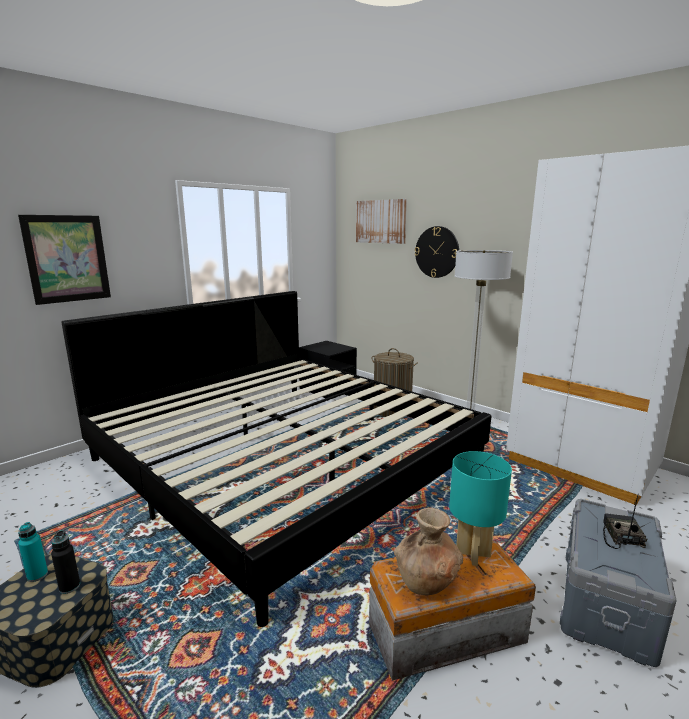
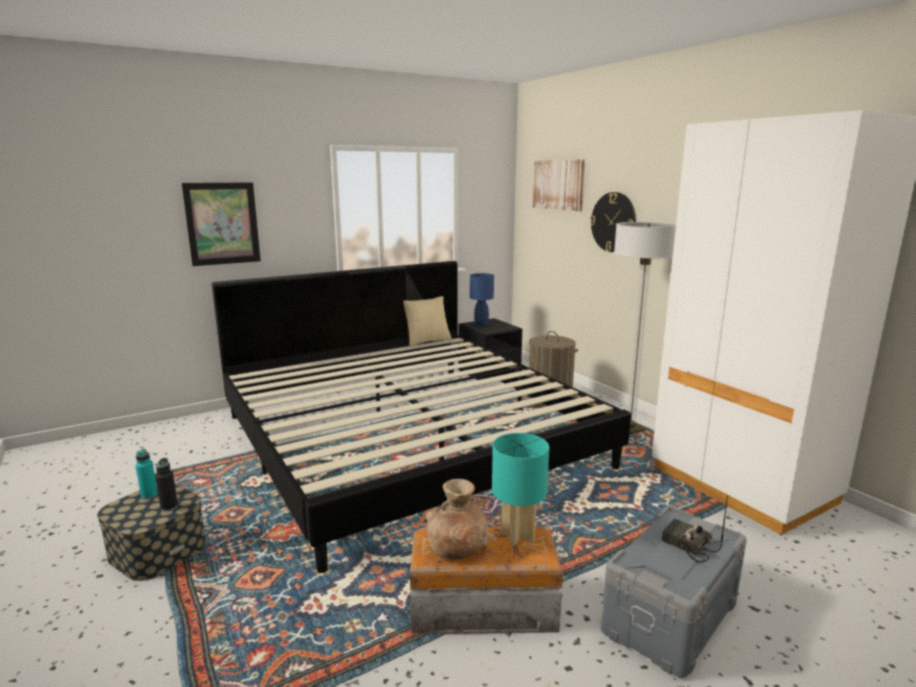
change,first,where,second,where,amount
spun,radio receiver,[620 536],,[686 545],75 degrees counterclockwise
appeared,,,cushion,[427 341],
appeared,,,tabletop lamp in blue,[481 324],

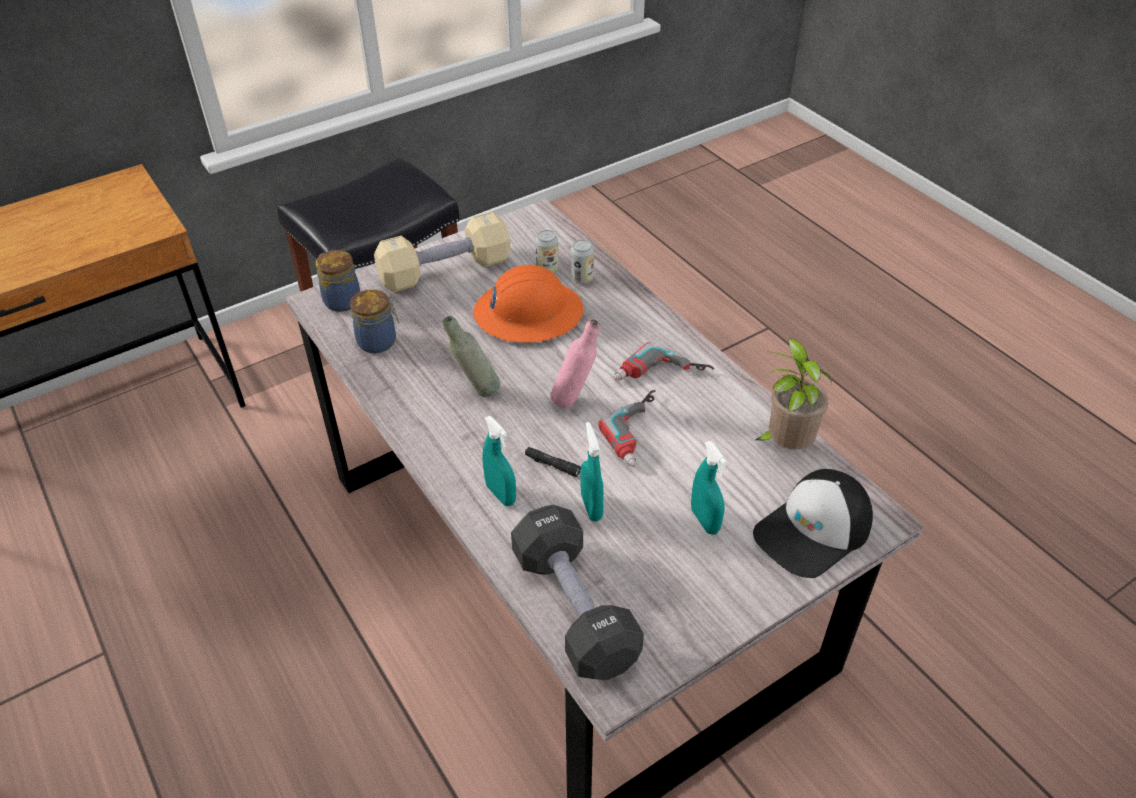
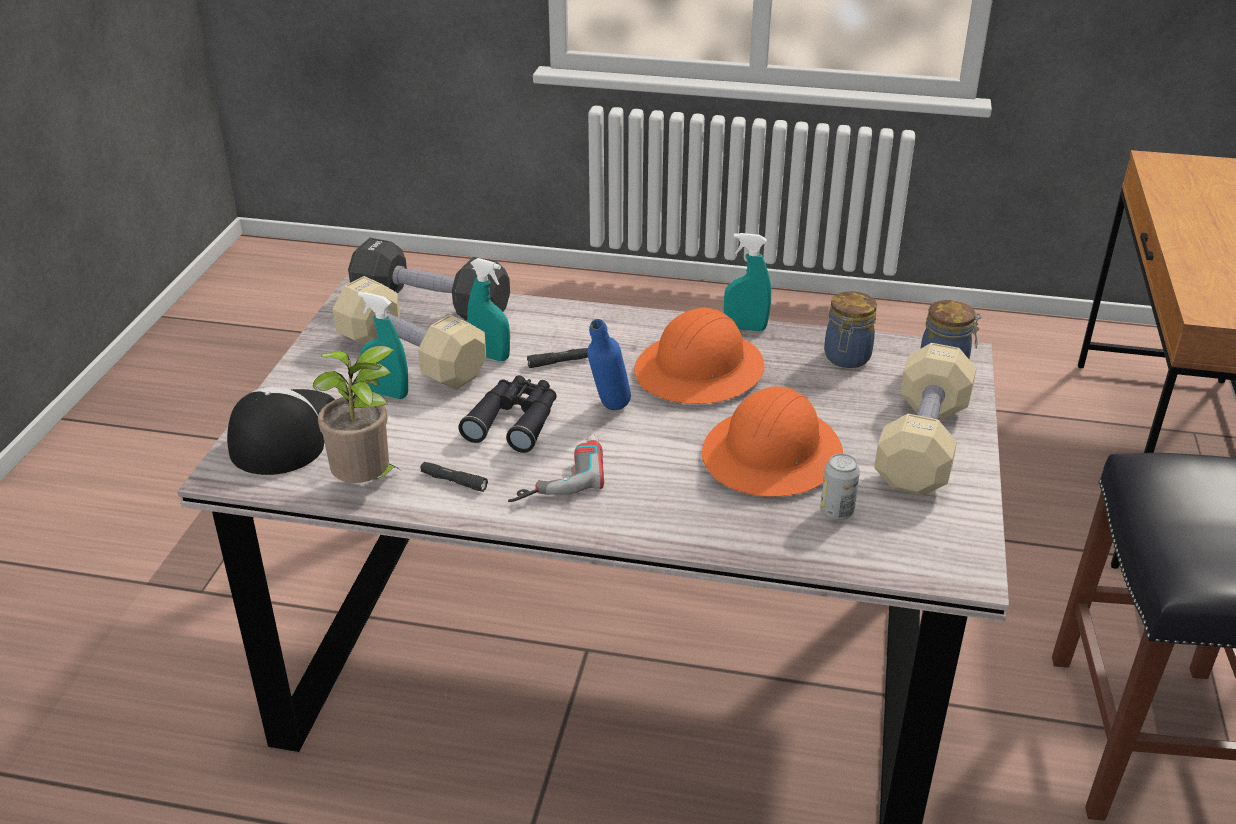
change,first,where,second,where,amount
exchanged,bottle in gray,[476 392],hard hat in orange-coloured,[700 371],
relocated,sprayer in turquoise,[501 494],,[745 328],
colour,bottle in pinkish,[574 400],bottle in blue,[609 412],
missing,sealed can,[582 278],,,
exchanged,power drill,[641 433],pair of binoculars in black-coloured,[515 421],
appeared,,,free weight in beige-coloured,[411 358],
appeared,,,hand torch in black-coloured,[453 481],

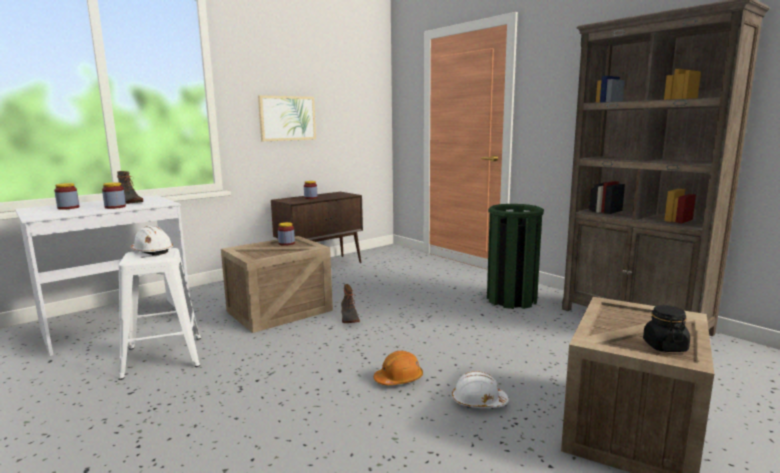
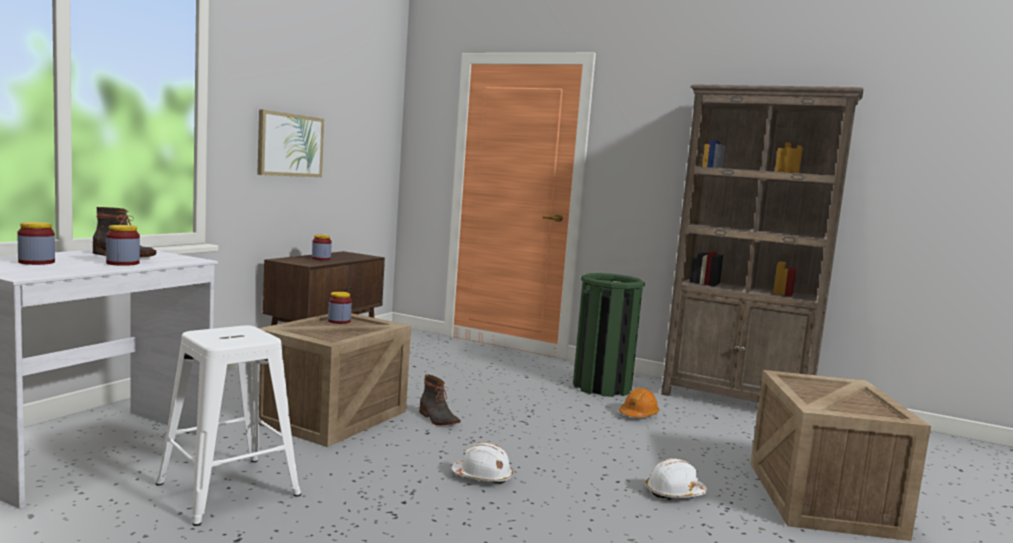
change,first,where,second,where,amount
relocated,hard hat in white-coloured,[152 251],,[482 477],
relocated,hard hat in orange-coloured,[399 379],,[638 414],
missing,jar in black-coloured,[664 346],,,

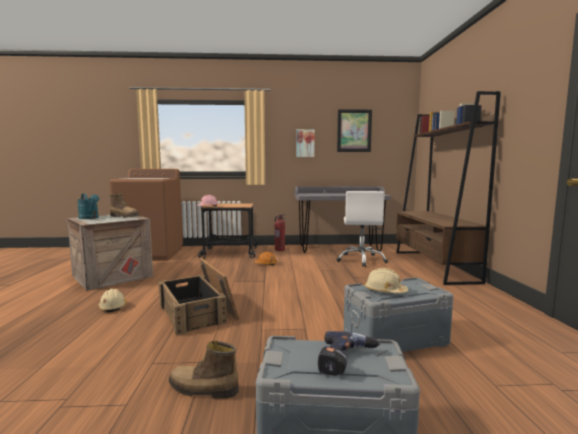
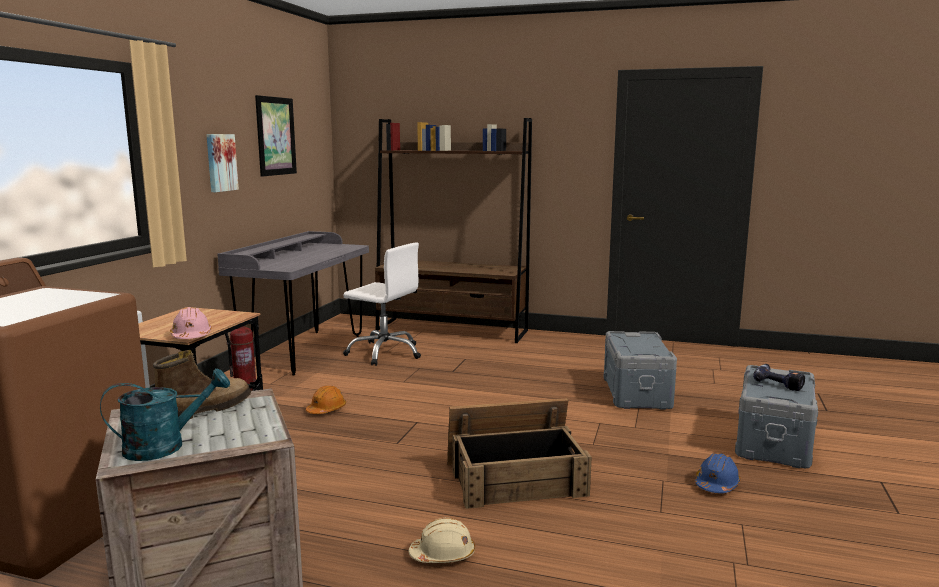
change,first,where,second,where,amount
exchanged,high-top boot,[202 389],hard hat in blue,[716 484],
missing,hard hat in beige-coloured,[385 291],,,

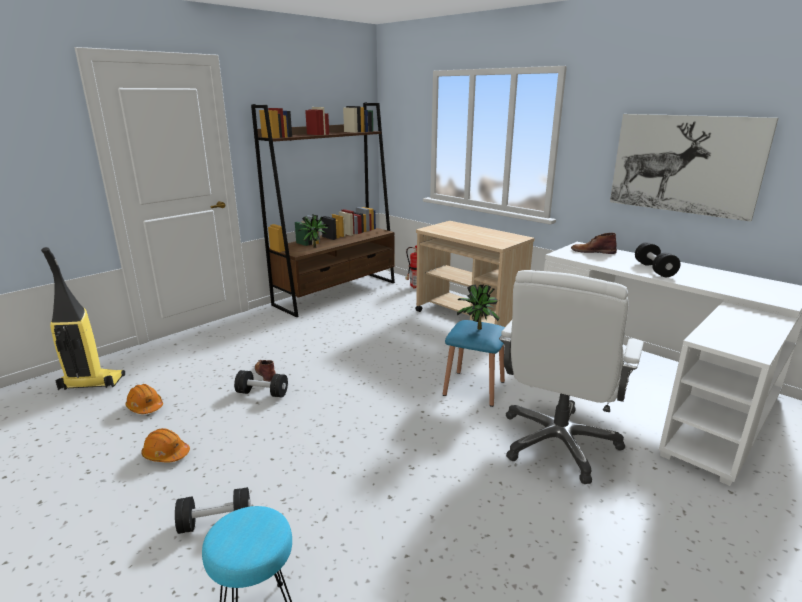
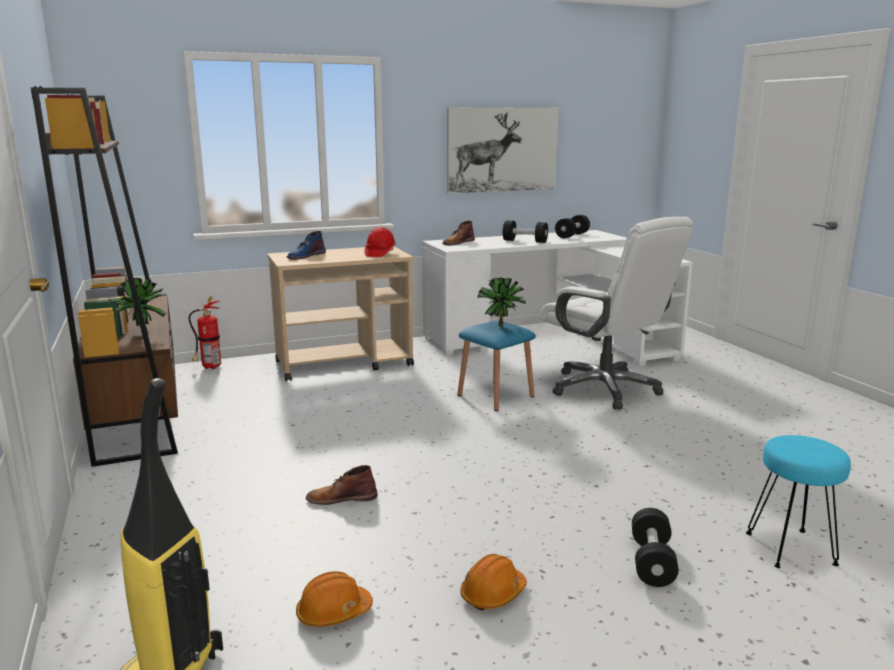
change,first,where,second,where,amount
relocated,free weight in black-coloured,[262 393],,[572 235],
appeared,,,high-top boot in blue,[305 256],
appeared,,,hard hat in red-coloured,[380 253],

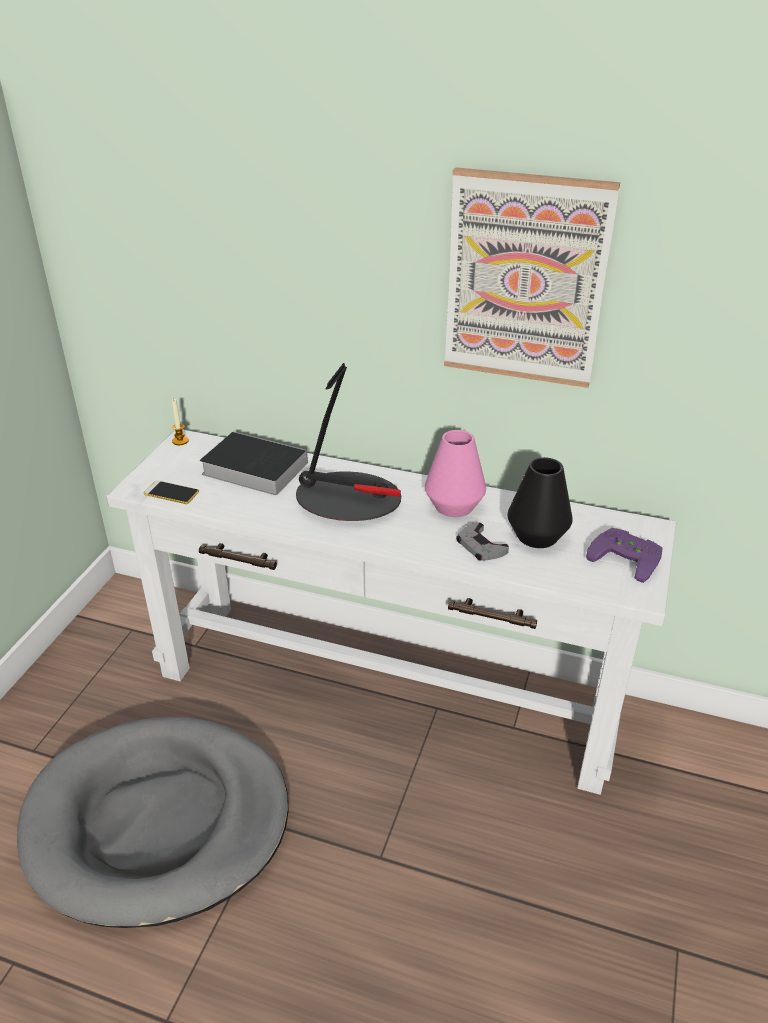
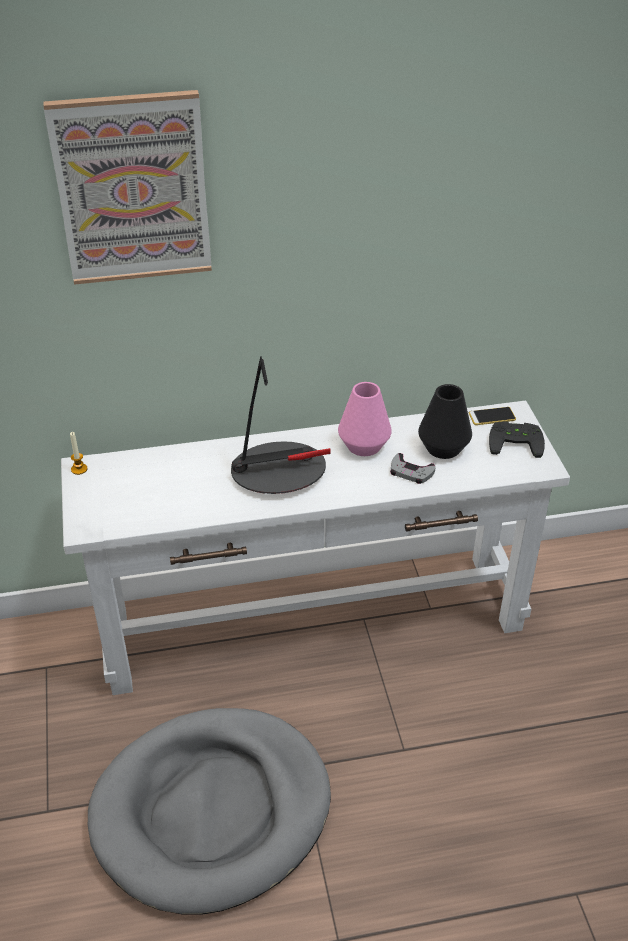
change,first,where,second,where,amount
relocated,handset,[171 493],,[492 416],
missing,bound book,[251 468],,,
relocated,wall picture,[525 280],,[132 189],
colour,joypad in purplish,[627 556],joypad in black-coloured,[515 441],

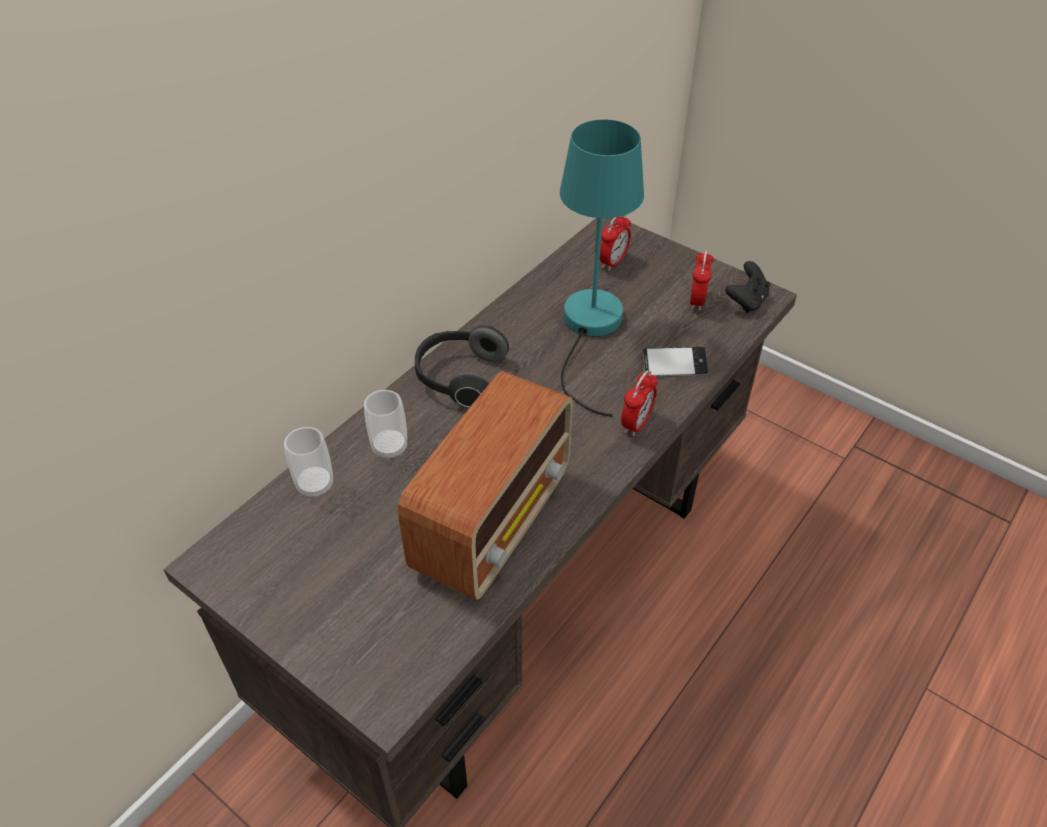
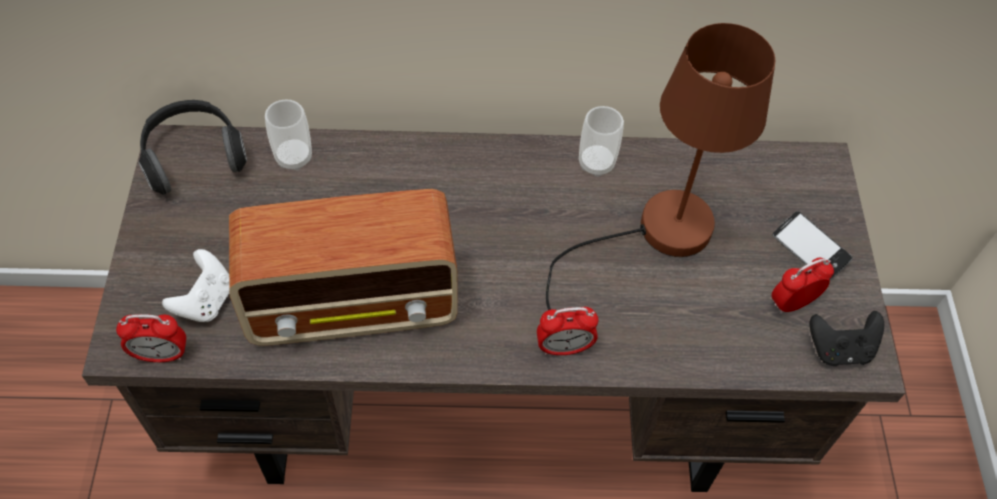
change,first,where,second,where,amount
relocated,cup,[389 447],,[596 163],
relocated,headset,[459 378],,[193 157],
colour,tabletop lamp in turquoise,[590 330],tabletop lamp in brownish,[655 235],
relocated,alarm clock,[613 262],,[161 355],
relocated,handset,[674 366],,[809 250],
appeared,,,joypad in white-coloured,[206 301],

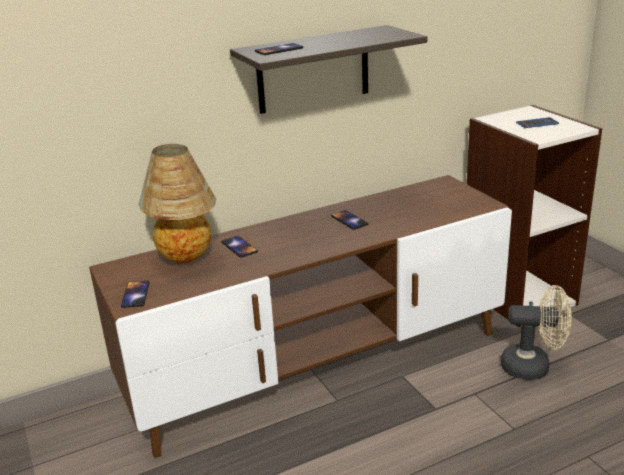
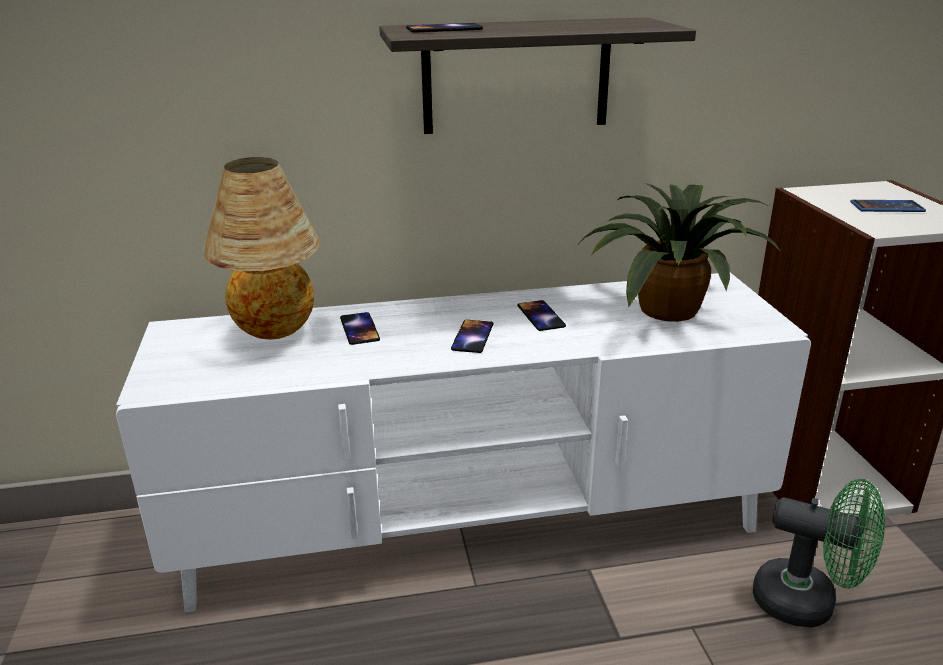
change,first,where,second,where,amount
colour,media console in brownish,[318 365],media console in white-coloured,[473 523],
relocated,handset,[135 294],,[472 337],
colour,fan in beige-coloured,[533 366],fan in green-coloured,[807 603],
appeared,,,houseplant,[669 312],

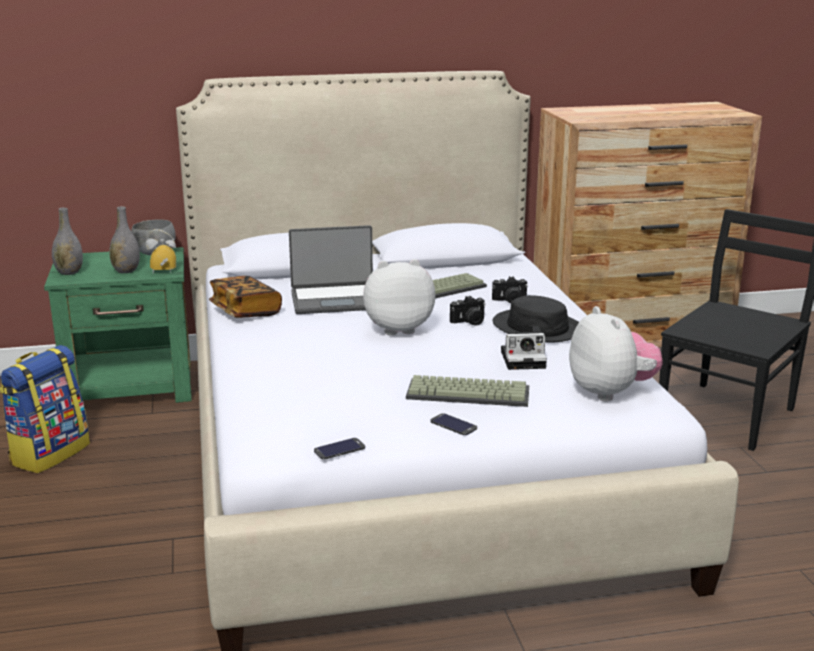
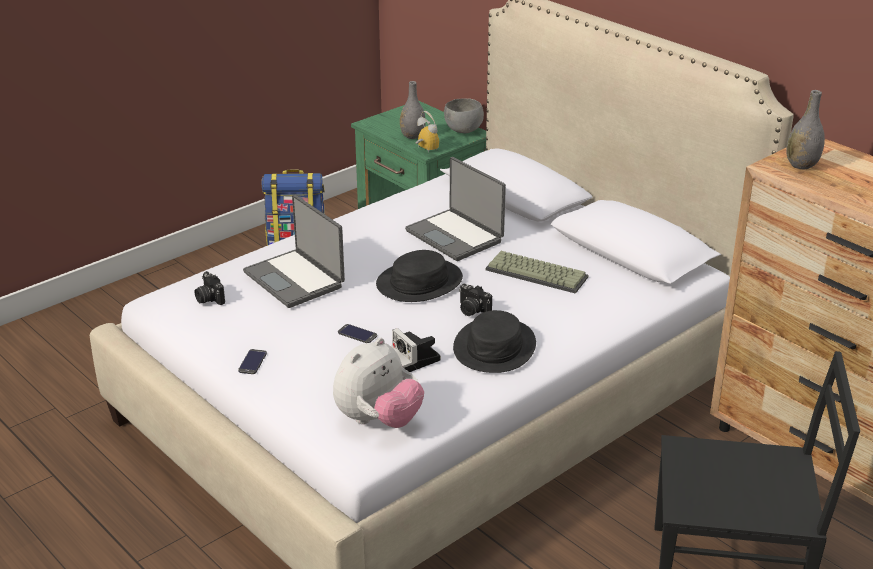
change,first,where,second,where,amount
relocated,decorative vase in gray,[69 272],,[801 165],
missing,bound book,[245 311],,,
relocated,handset,[339 449],,[357 334],
exchanged,cuddly toy,[397 328],wearable hat in black-coloured,[419 282],
missing,PC keyboard,[469 393],,,
relocated,still camera,[510 301],,[209 298],
appeared,,,portable computer,[295 279],

